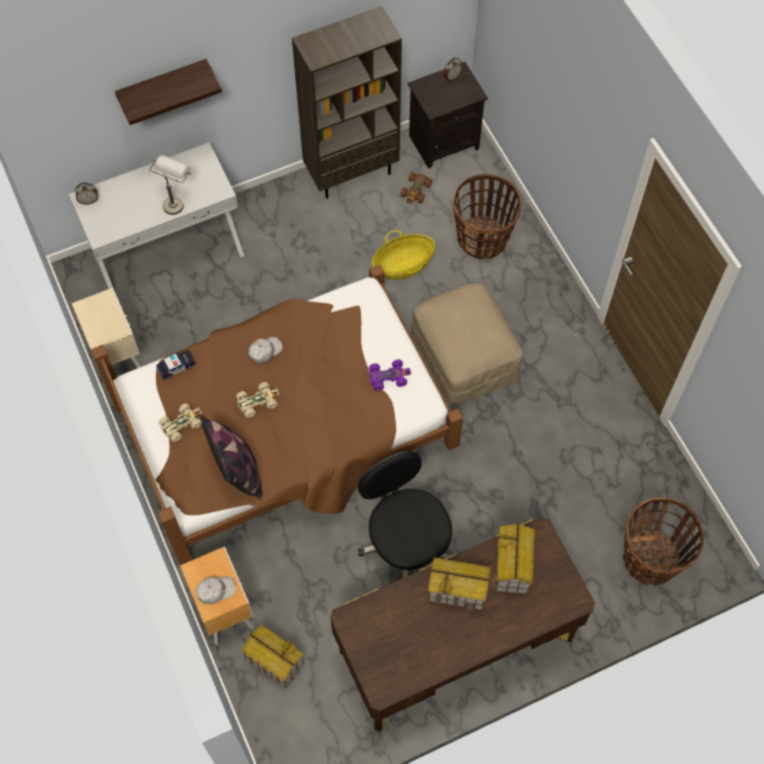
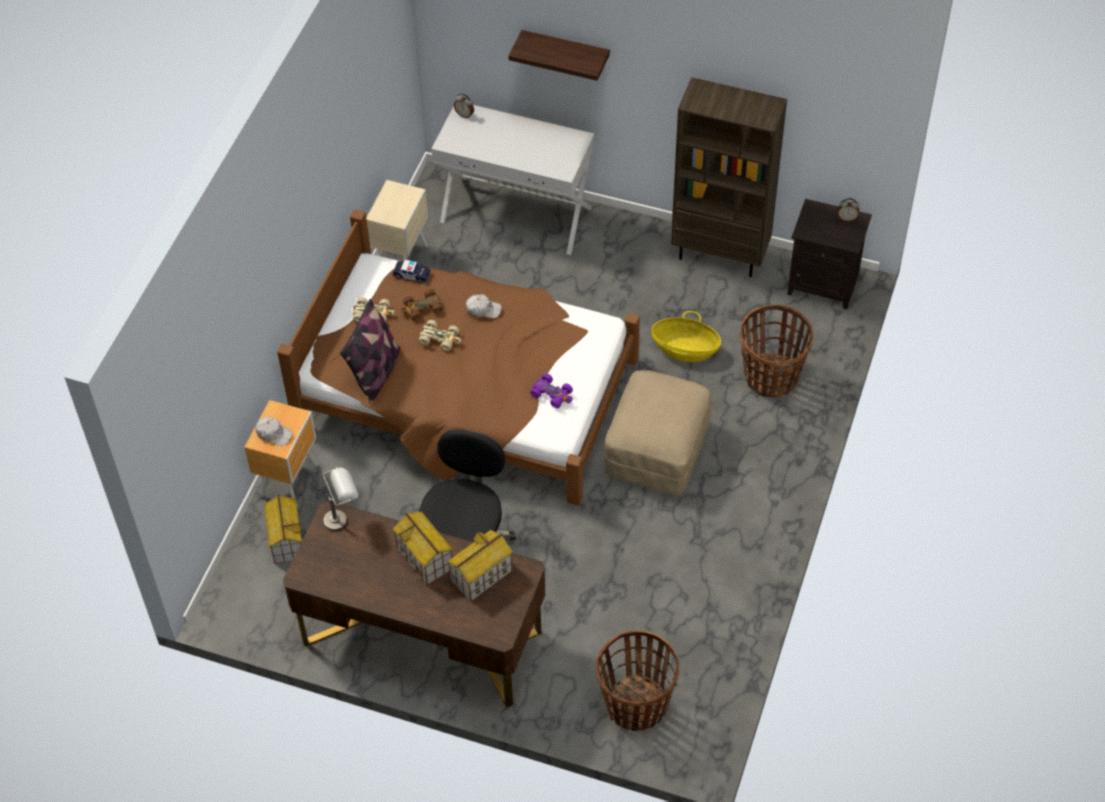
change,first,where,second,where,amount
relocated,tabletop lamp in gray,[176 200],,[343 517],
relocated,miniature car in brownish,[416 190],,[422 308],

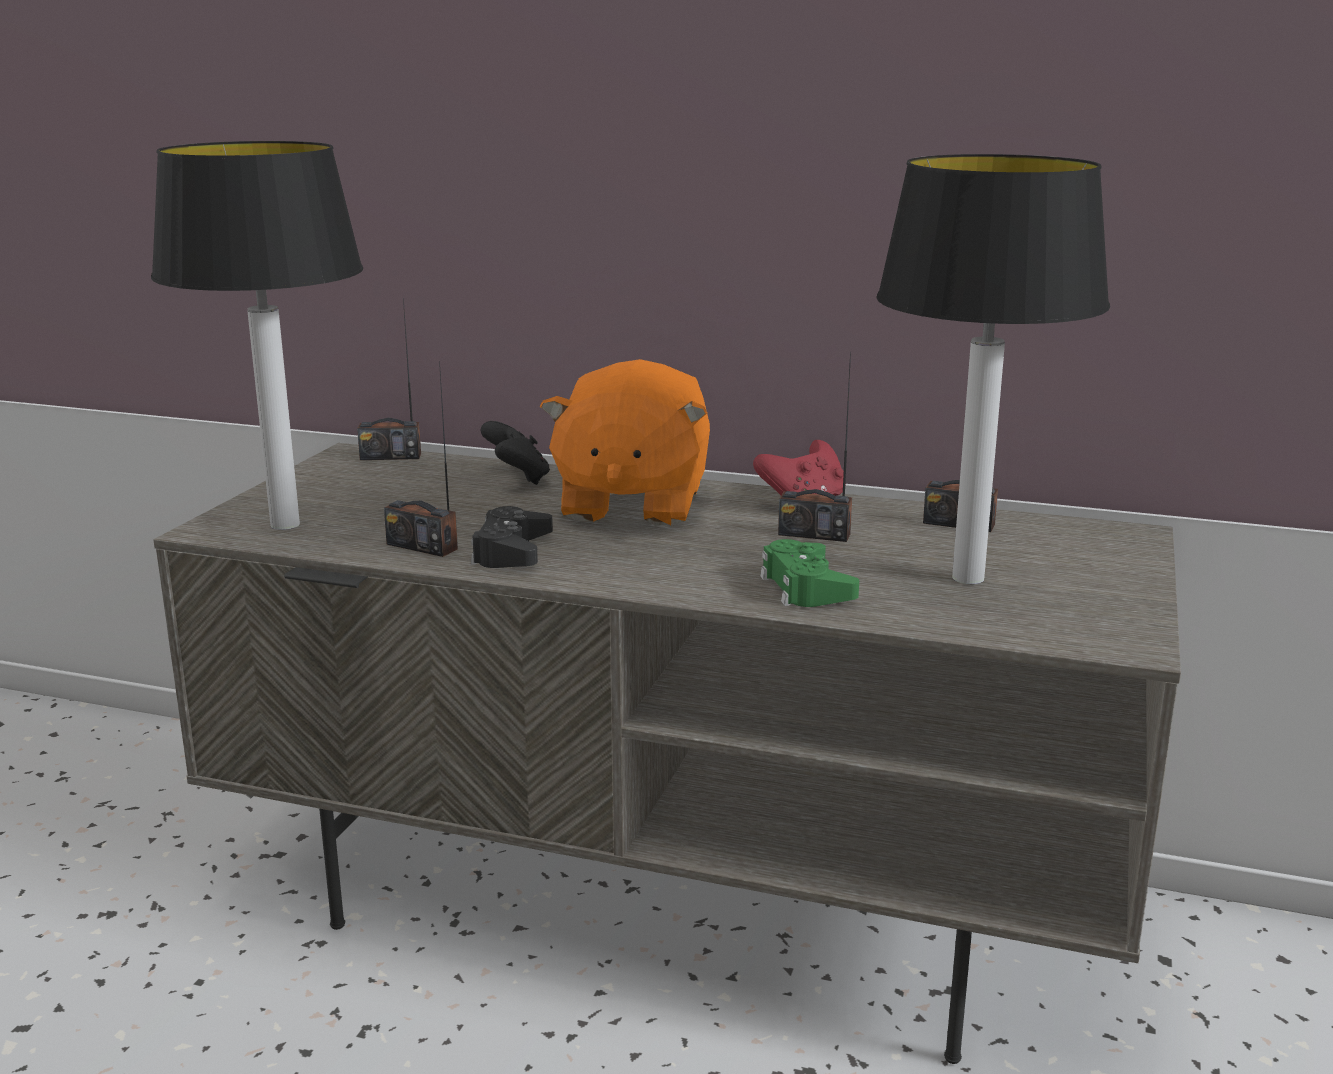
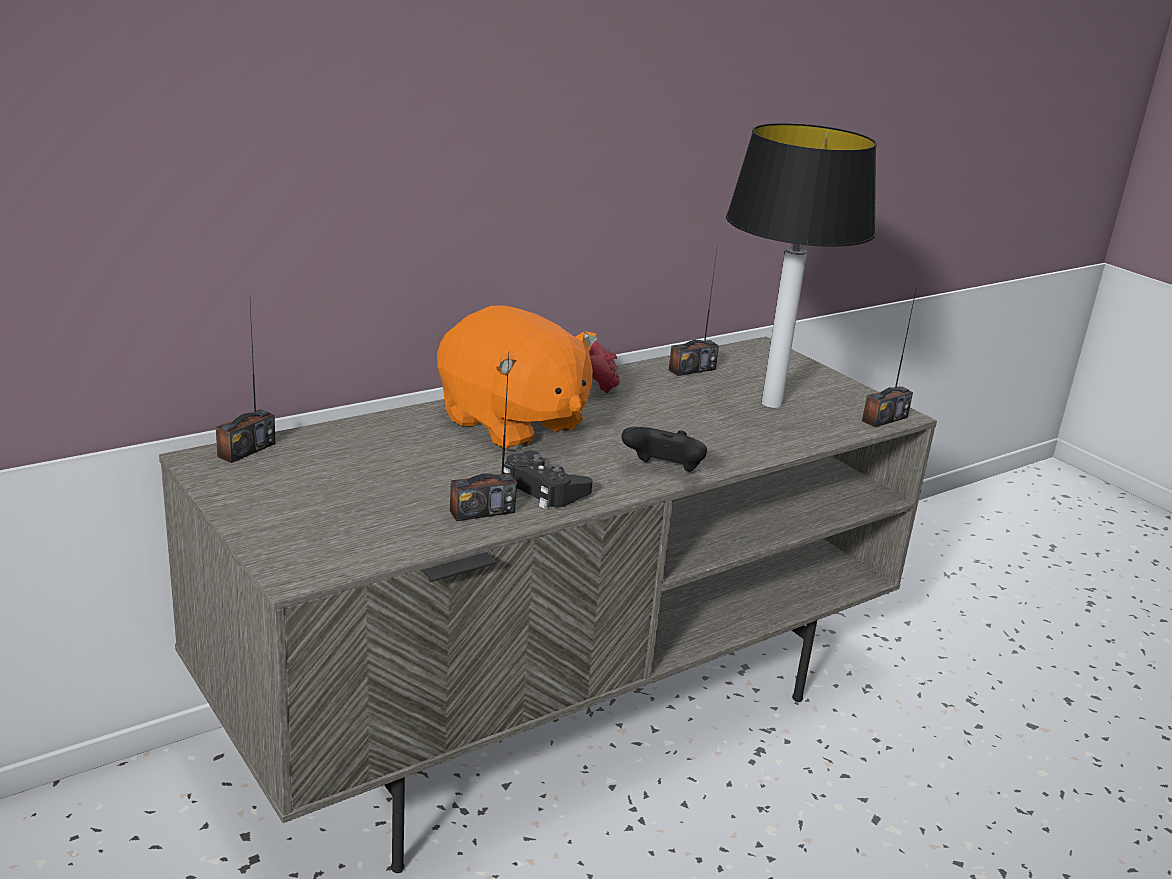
change,first,where,second,where,amount
missing,tabletop lamp,[286 525],,,
relocated,joypad in black-coloured,[517 478],,[663 471],
missing,joypad in green-coloured,[806 587],,,
relocated,radio receiver,[814 534],,[884 419],

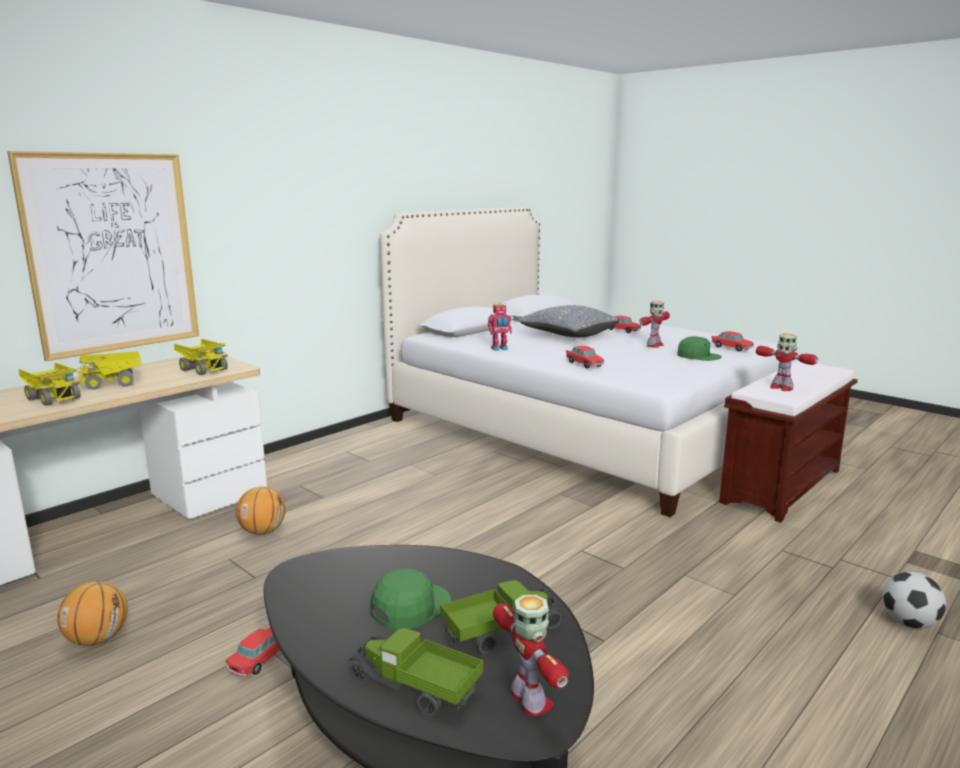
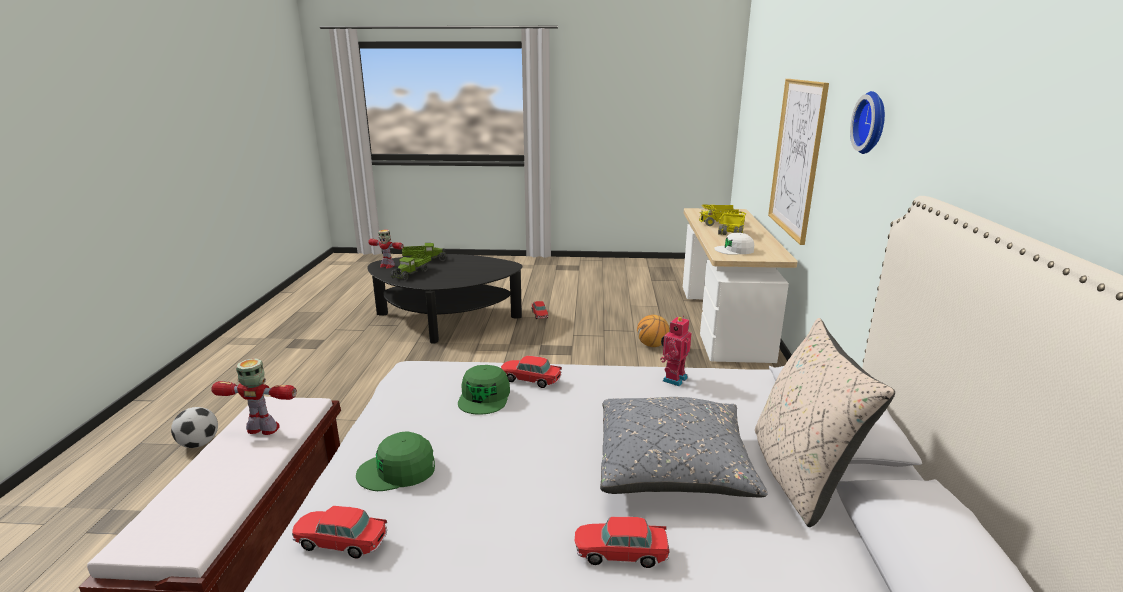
change,first,where,second,where,amount
missing,basketball,[98 639],,,
exchanged,model truck,[203 369],cap in white-coloured,[734 250],
relocated,cap in green-coloured,[410 607],,[484 397],
missing,model robot,[654 345],,,
appeared,,,cushion in beige-coloured,[800 475],
appeared,,,hanging clock,[872 123],

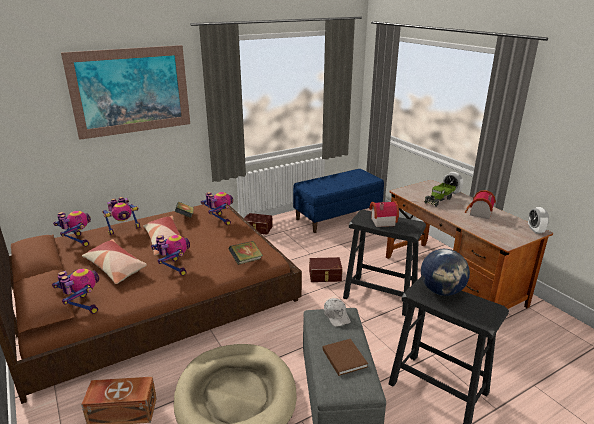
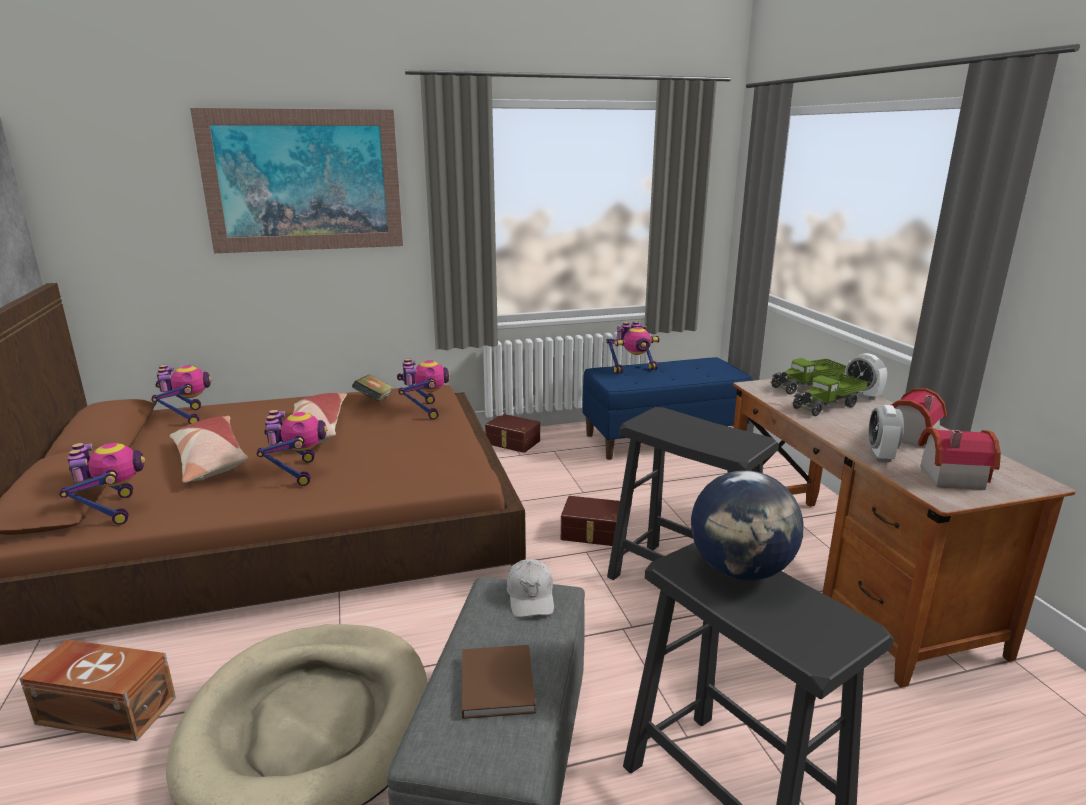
change,first,where,second,where,amount
relocated,model robot,[124 229],,[633 369],
missing,bound book,[246 260],,,
relocated,toy house,[381 221],,[948 476],
relocated,alarm clock,[535 230],,[880 455],
appeared,,,model truck,[807 387],

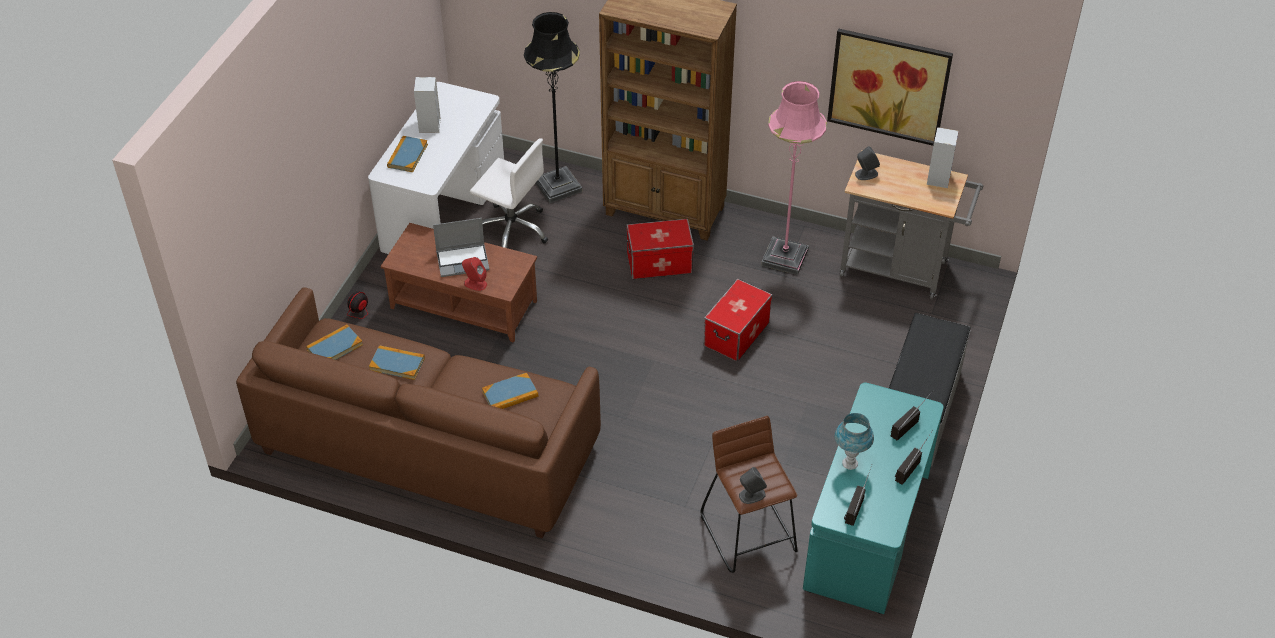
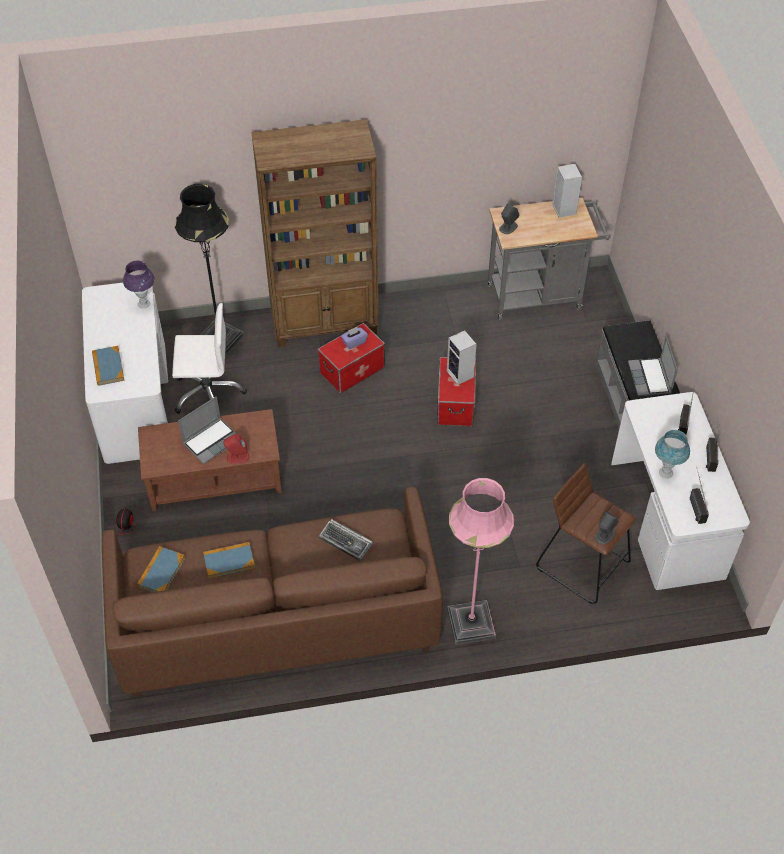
change,first,where,second,where,amount
relocated,speaker,[430 126],,[461 375],
exchanged,bound book,[510 394],PC keyboard,[346 542],
relocated,standard lamp in pinkish,[784 257],,[470 623],
colour,desk unit in turquoise,[867 533],desk unit in white-coloured,[667 520],
missing,wall picture,[888 86],,,
appeared,,,tabletop lamp in purplish,[144 304],
appeared,,,tissue box in purplish,[354 342],
appeared,,,portable computer,[650 378],

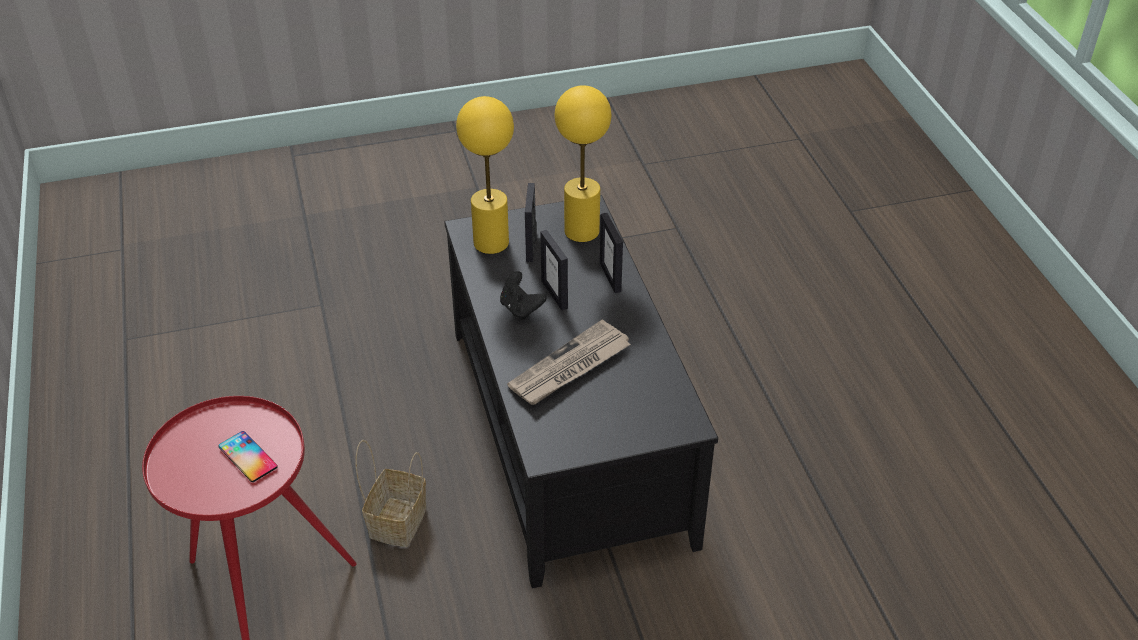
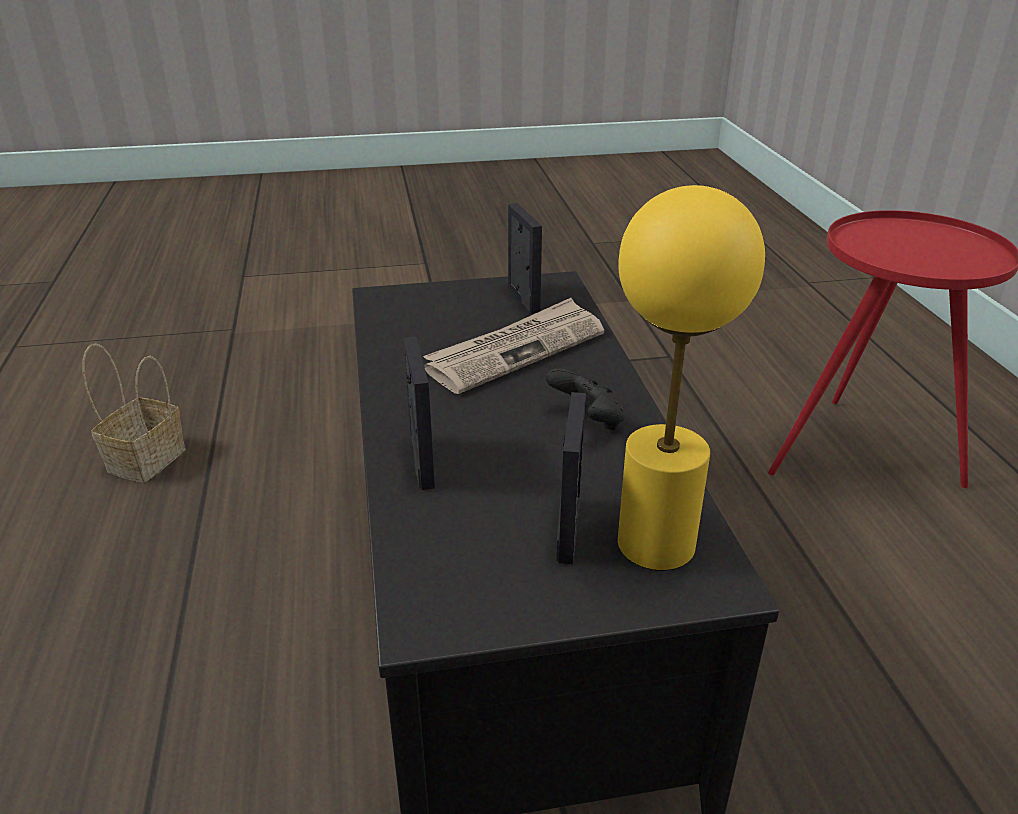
change,first,where,second,where,amount
missing,handset,[248 457],,,
relocated,storage basket,[397 520],,[146 461],
relocated,standing frame,[555 294],,[523 298],
missing,tabletop lamp in yellowish,[582 231],,,

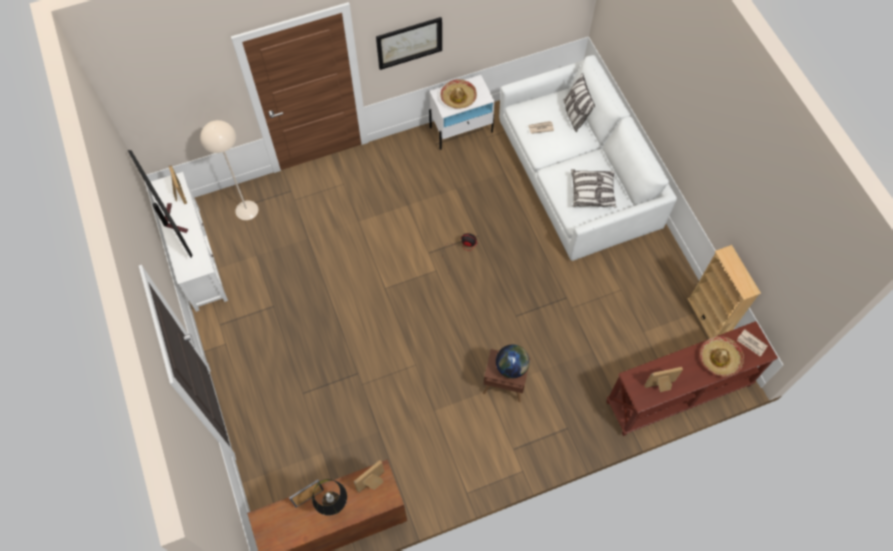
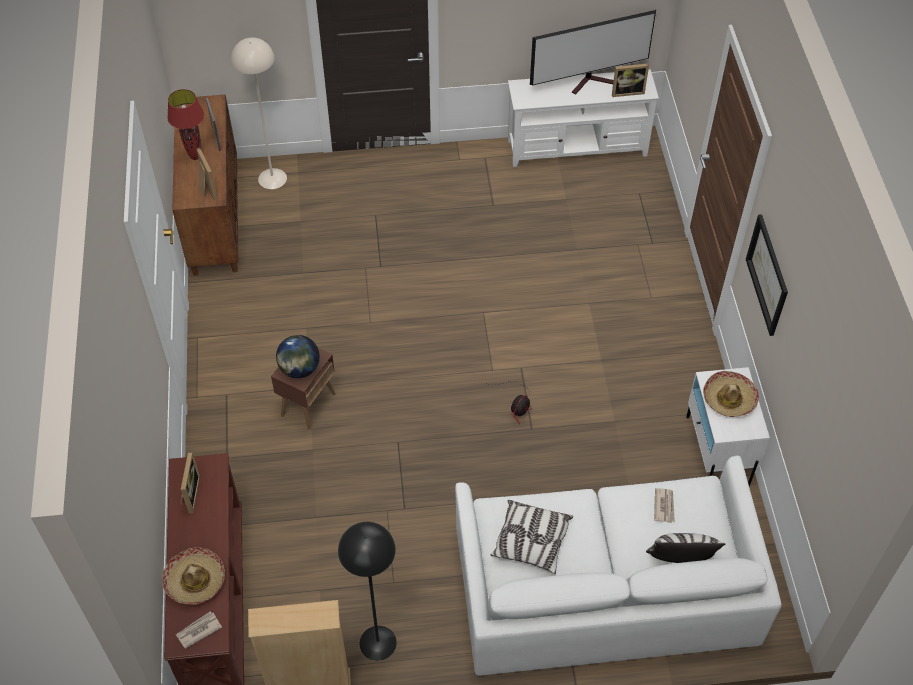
change,first,where,second,where,amount
relocated,standard lamp in beige-coloured,[246 210],,[272 178],
colour,tabletop lamp in black-coloured,[335 509],tabletop lamp in red-coloured,[195 156],
appeared,,,standard lamp in black-coloured,[377 642],

